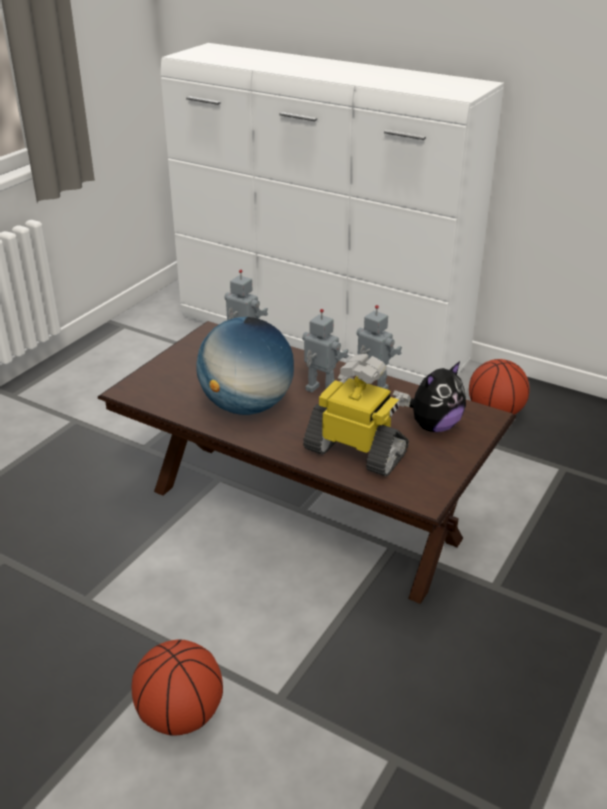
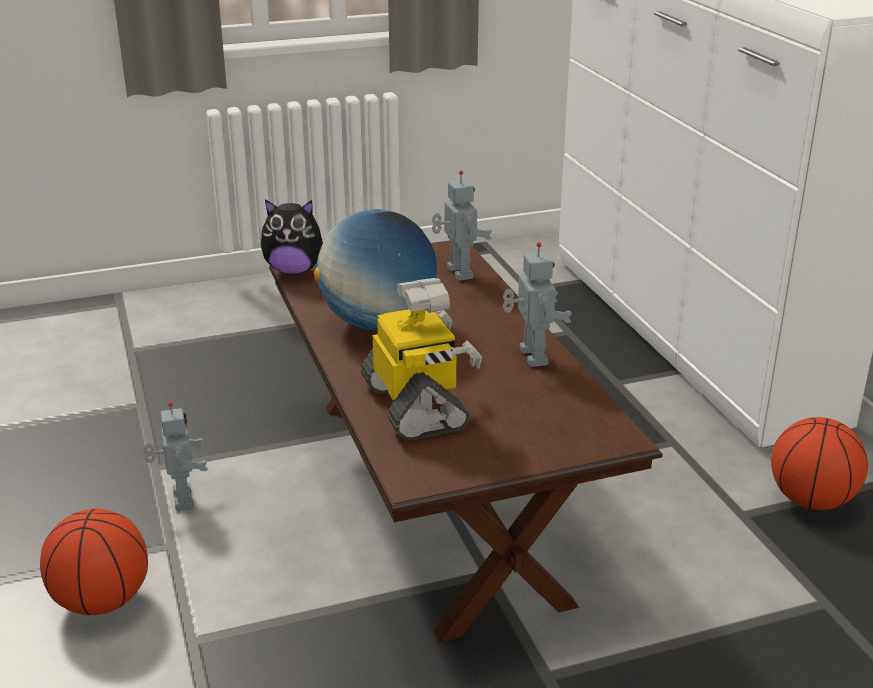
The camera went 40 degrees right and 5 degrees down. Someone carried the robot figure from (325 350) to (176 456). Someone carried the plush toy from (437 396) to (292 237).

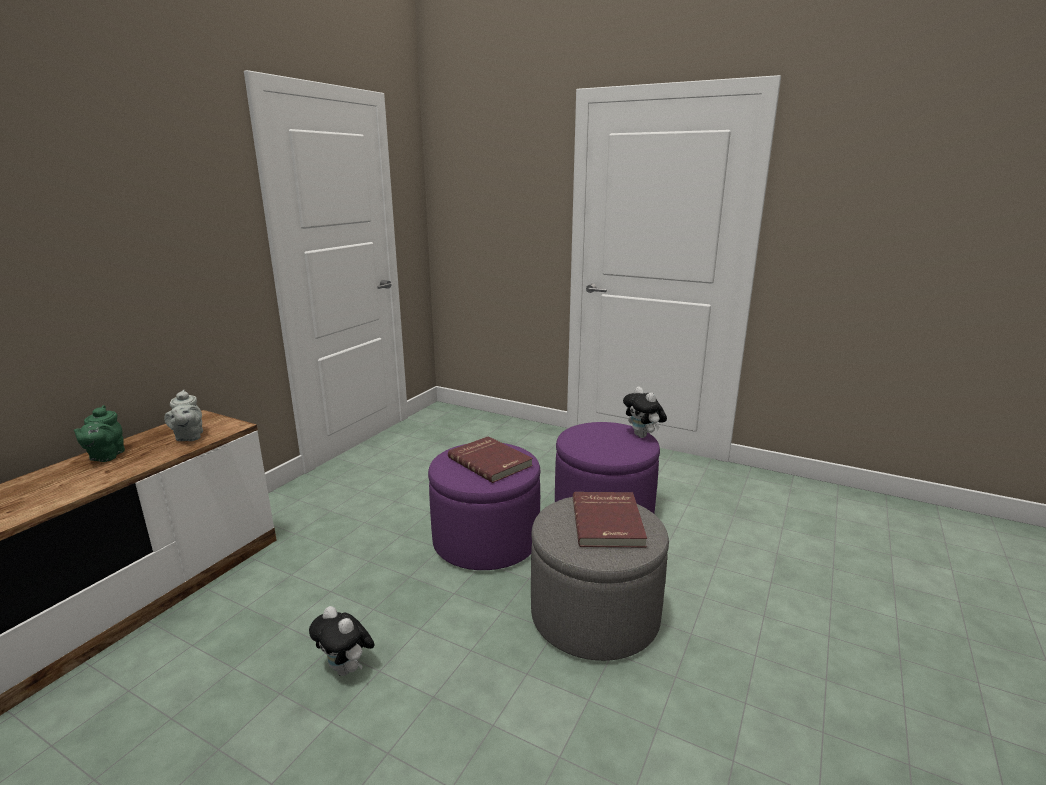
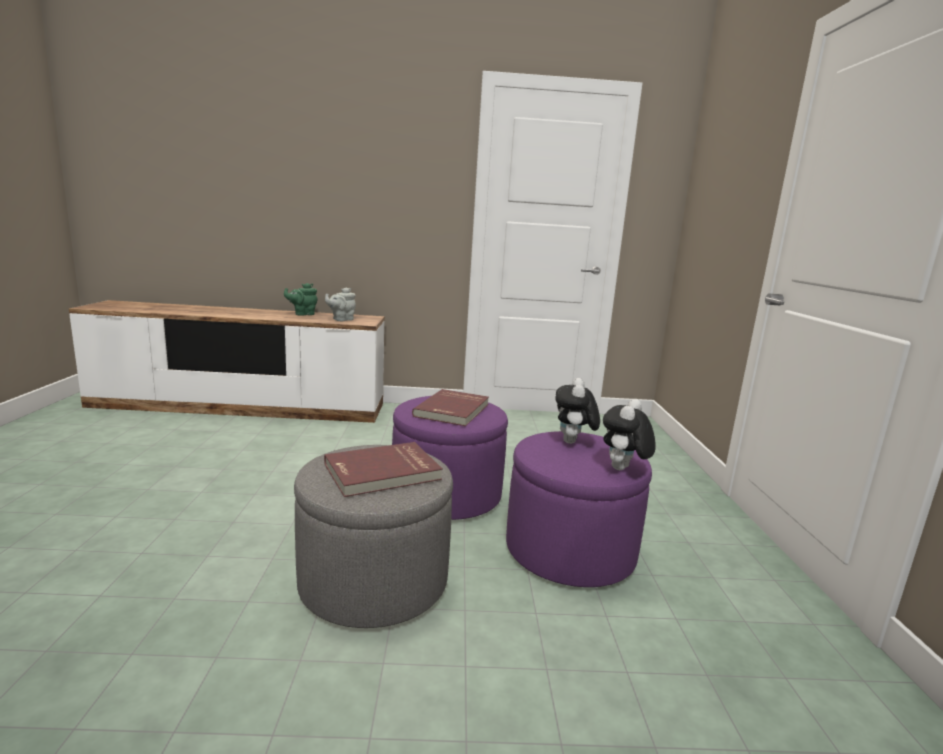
The camera went 60 degrees right and 5 degrees down. Someone carried the plush toy from (342 641) to (578 411).

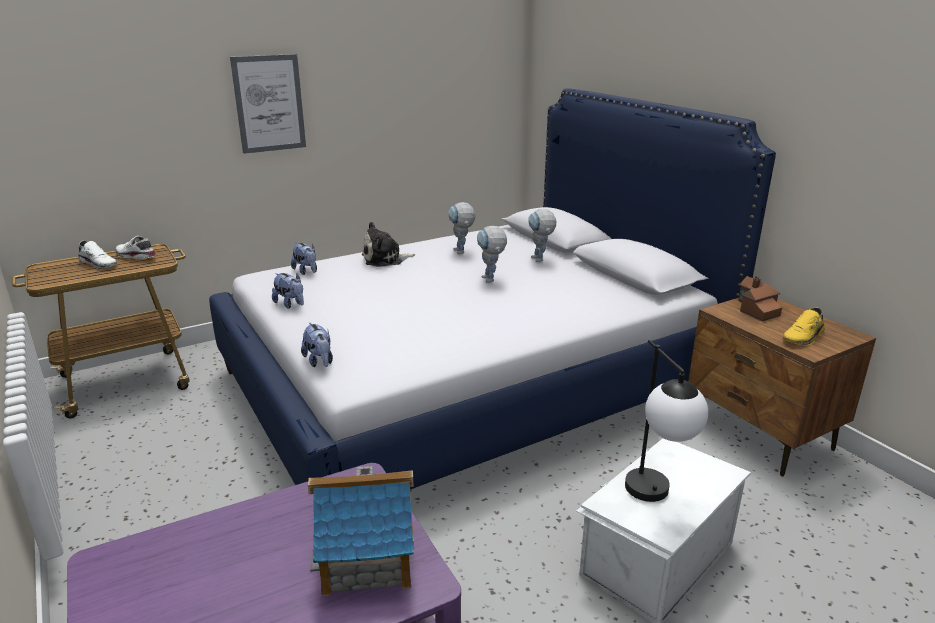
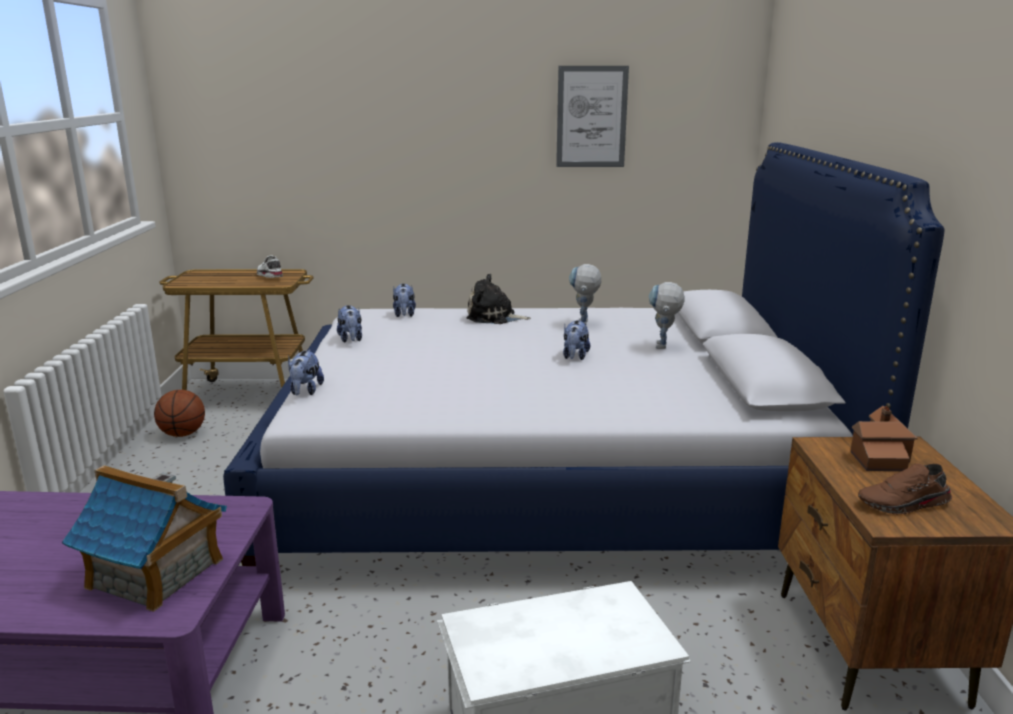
The camera went 30 degrees right and 5 degrees down. Someone put down the basketball at (179 413). Someone carried the picture from (268 104) to (592 116). Someone swapped the robot figure at (492 254) for the plush toy at (576 340). Someone repainted the low shoe/yellow at (804 327), which became the low shoe/brown-coloured at (905 489). Someone took away the low shoe/white-coloured at (97 255). Someone took away the lamp for a table at (666 421).

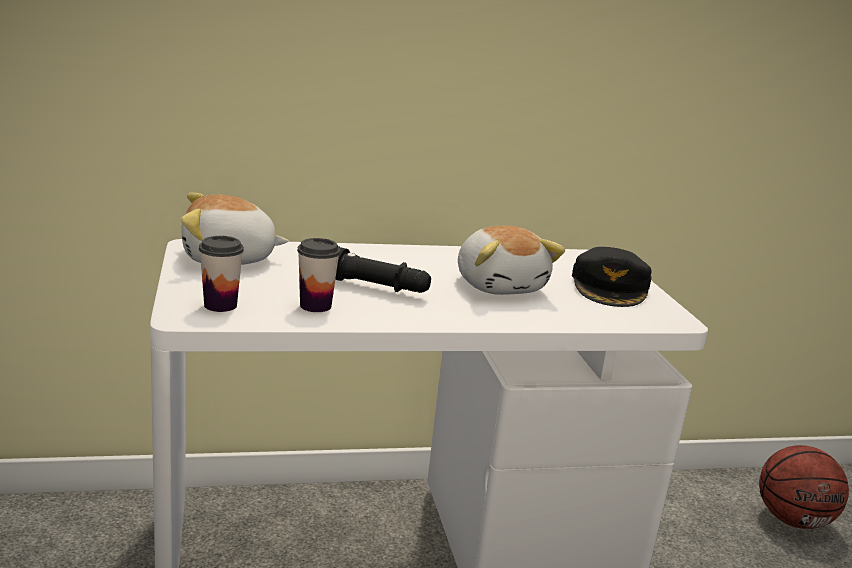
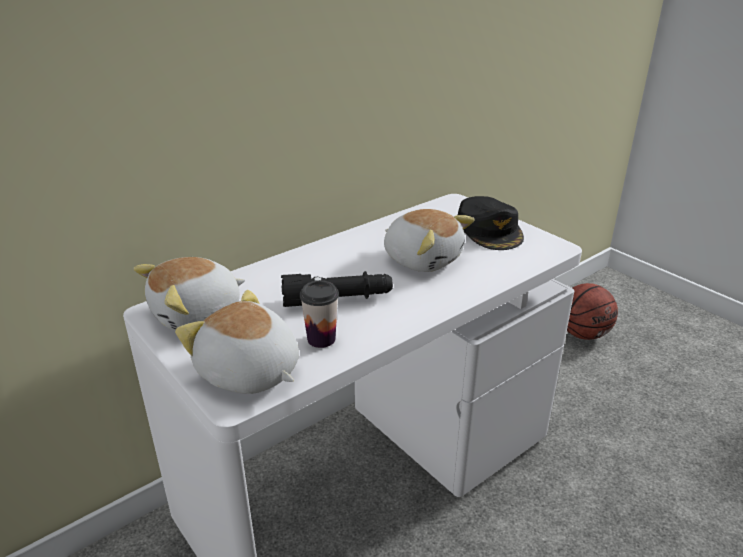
The camera went 25 degrees left and 10 degrees up. Someone swapped the cup at (221 274) for the plush toy at (237 342).

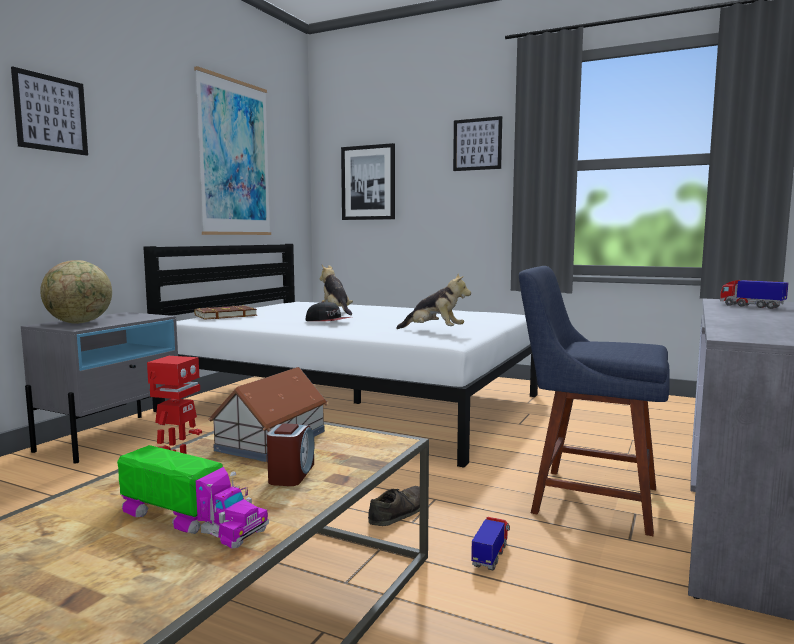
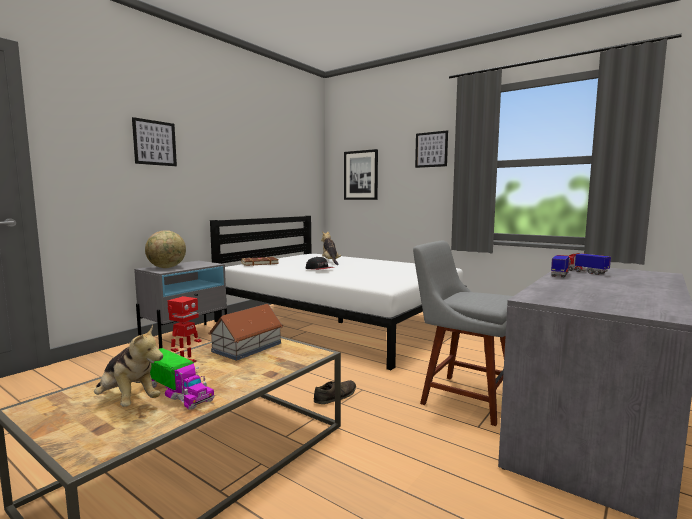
The camera went 10 degrees right and 0 degrees up. Someone carried the plush toy from (433 301) to (128 366). Someone repainted the plain chair/blue at (594 401), which became the plain chair/greyish at (463 333). Someone carried the model truck from (490 544) to (561 266). Someone took away the picture at (232 150). Someone took away the table clock at (290 454).

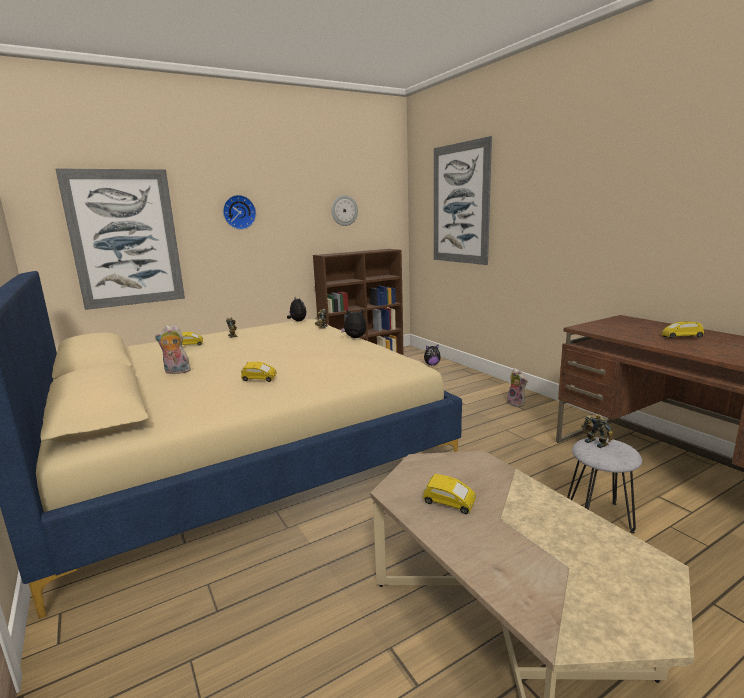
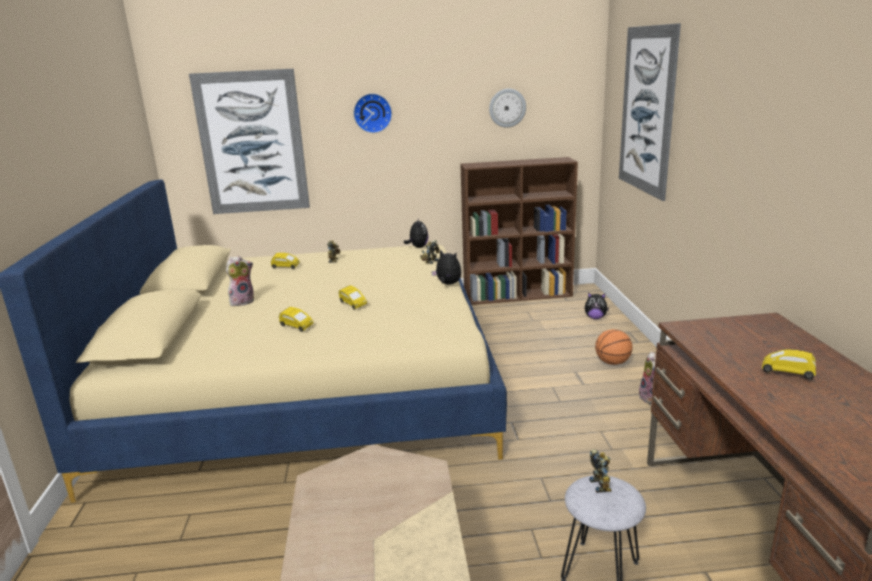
The camera went 25 degrees right and 5 degrees up. Someone rotated the plush toy at (173 349) by 120 degrees clockwise. Someone carried the toy car/yellow from (449 494) to (353 297). Someone put down the basketball at (613 347).

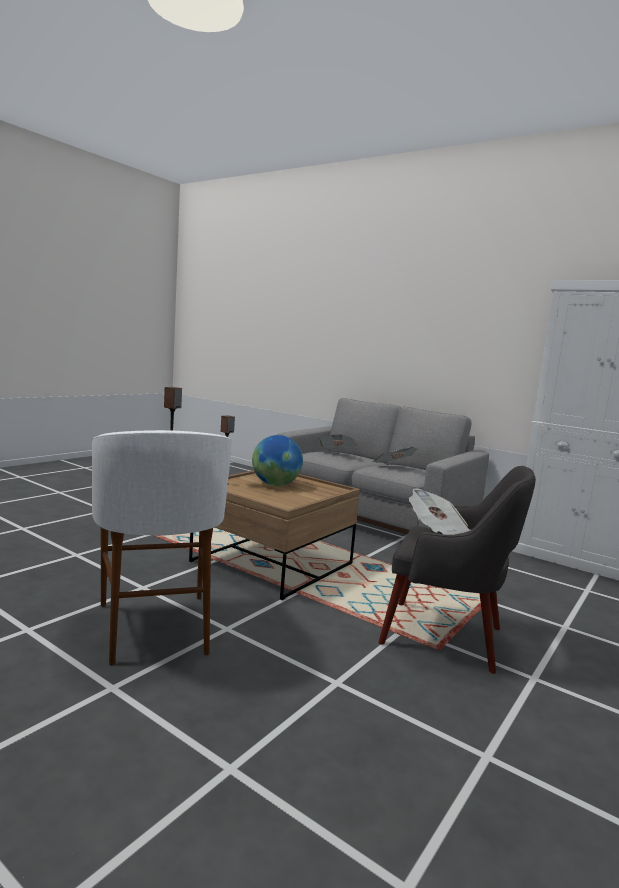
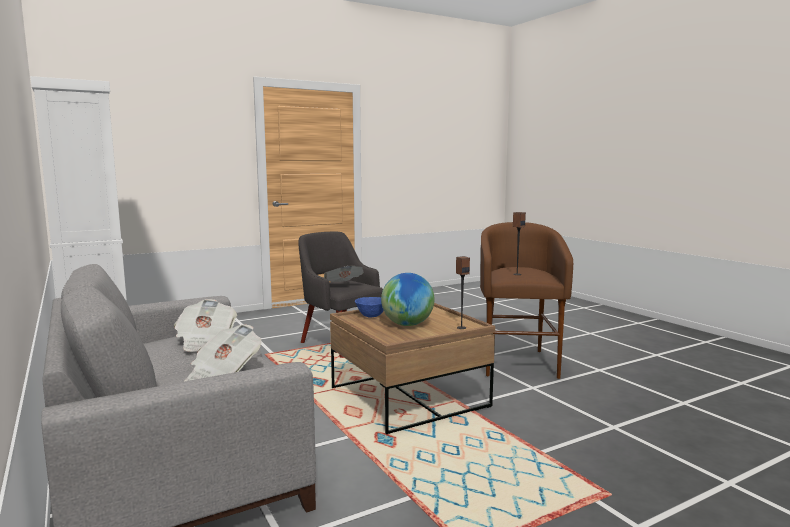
The camera went 155 degrees left and 0 degrees up. Someone put down the serving bowl/blue at (369 307). Someone repainted the sitting stool/white-coloured at (162 548), which became the sitting stool/brown-coloured at (526 300).

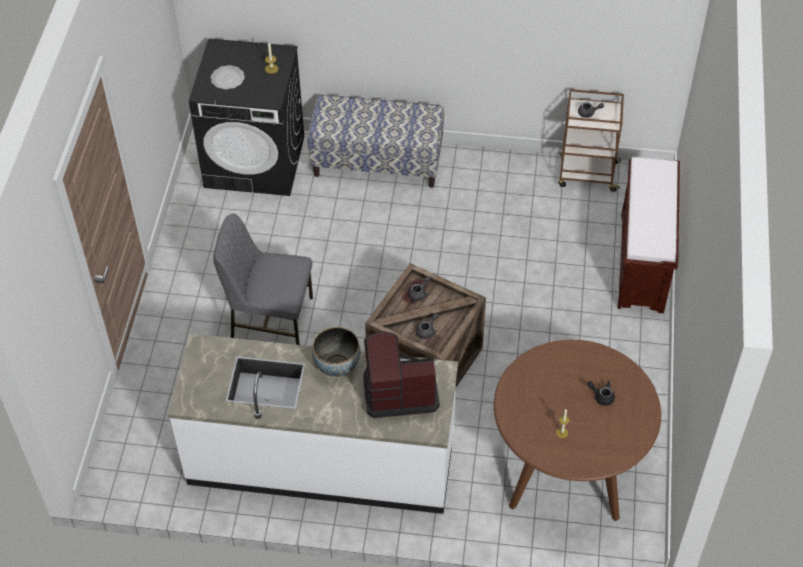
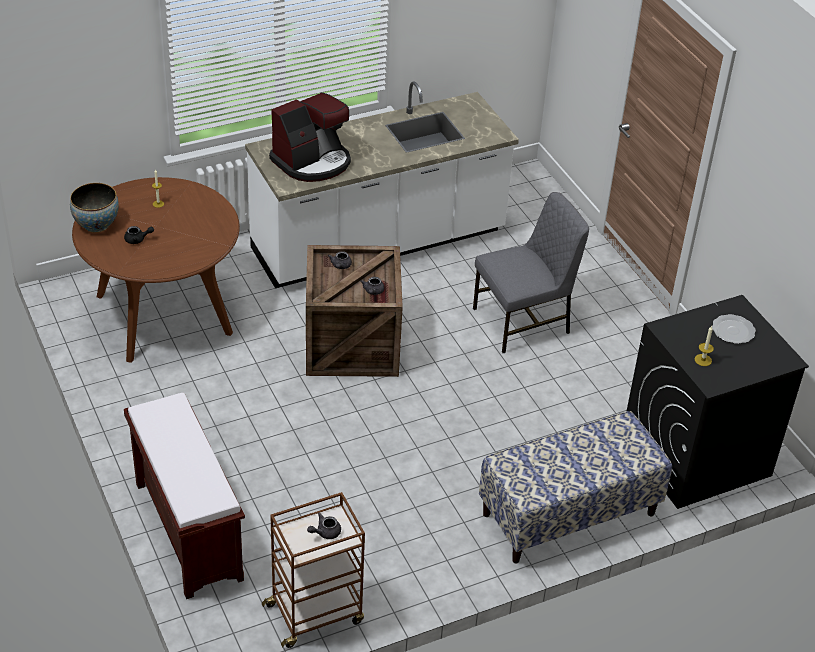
The camera went 145 degrees right and 10 degrees down. Someone carried the serving bowl from (336 352) to (94 208).

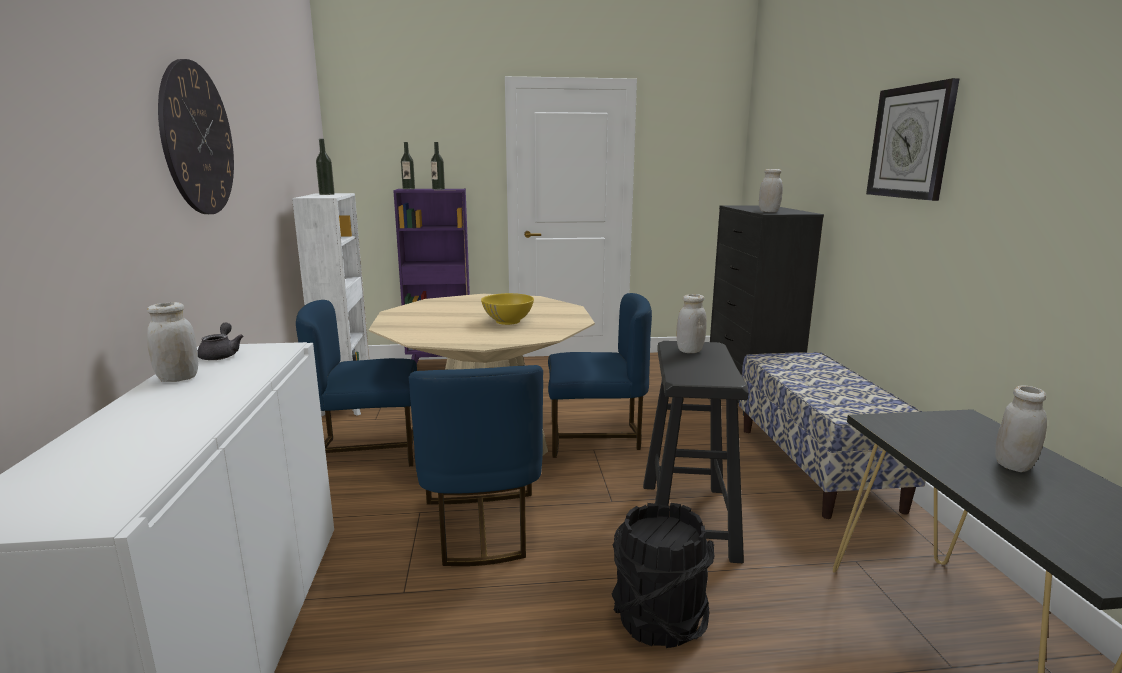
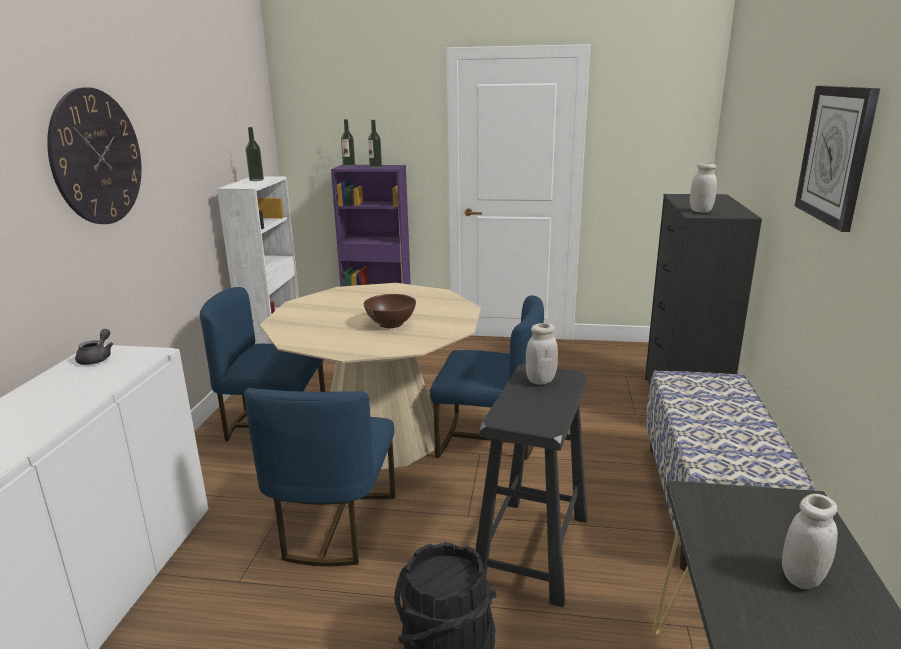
The camera went 15 degrees right and 5 degrees up. Someone repainted the serving bowl/yellow at (507 309), which became the serving bowl/brown-coloured at (390 311). Someone took away the jar/white-coloured at (172 342).

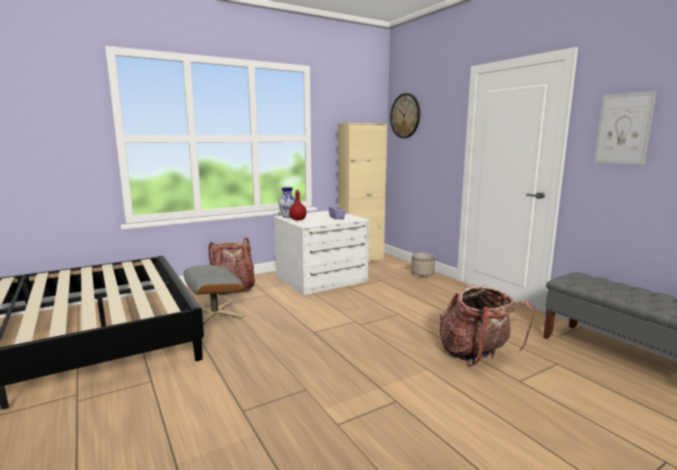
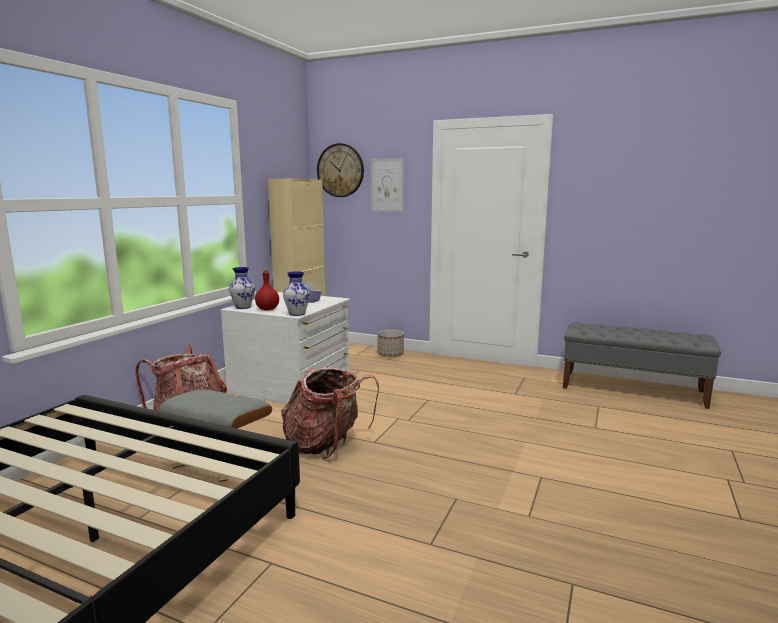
The camera went 35 degrees left and 0 degrees up. Someone carried the knapsack from (487 325) to (330 413). Someone put down the decorative vase at (296 293). Someone carried the picture from (625 127) to (387 184).

